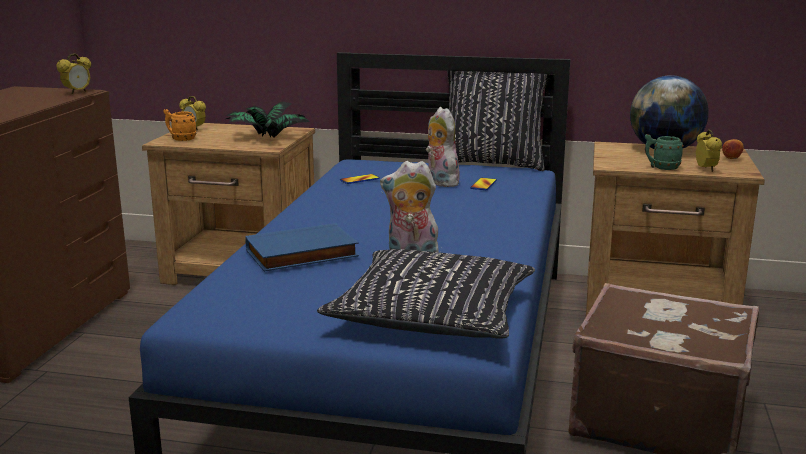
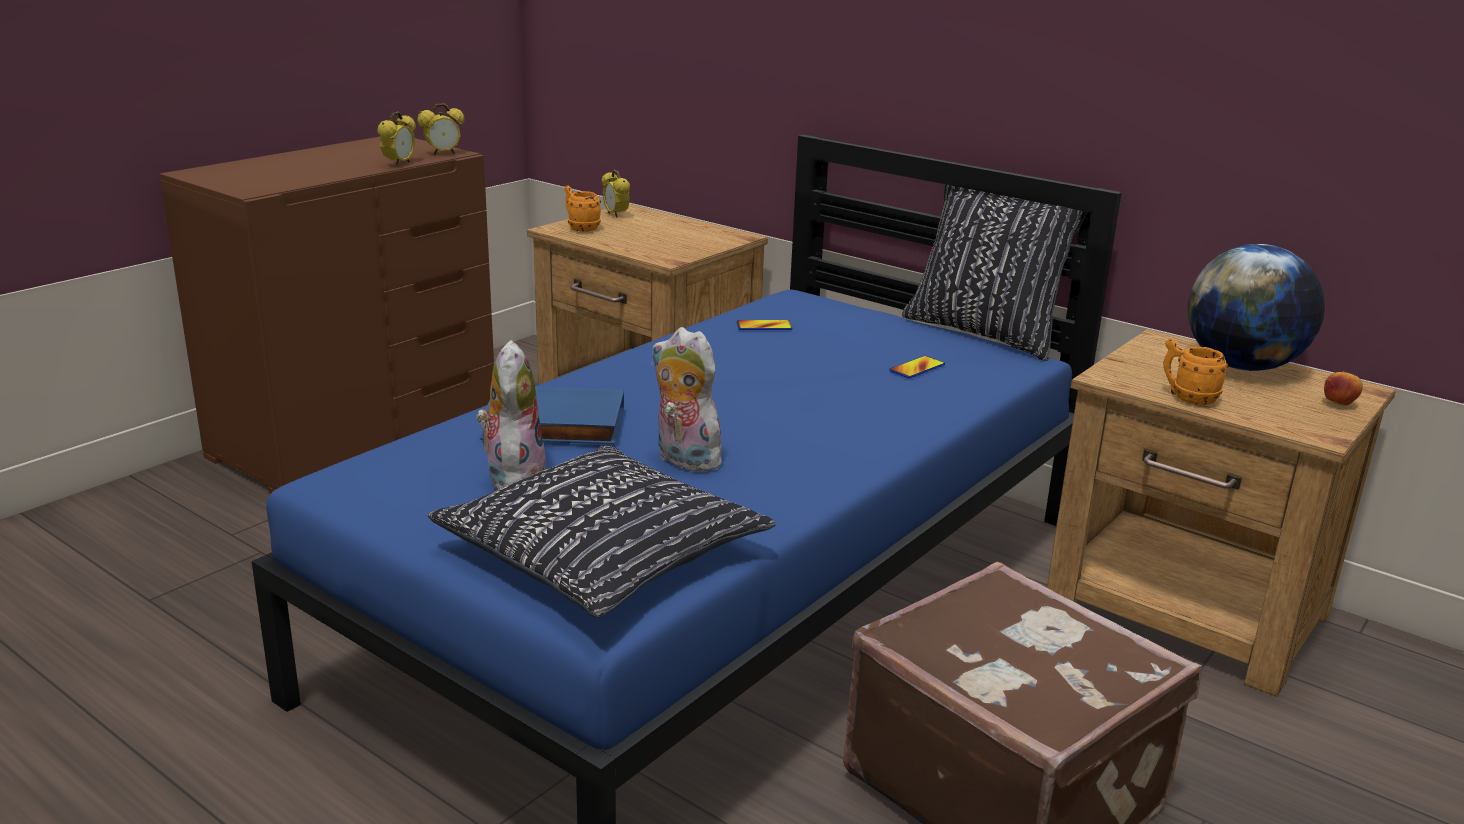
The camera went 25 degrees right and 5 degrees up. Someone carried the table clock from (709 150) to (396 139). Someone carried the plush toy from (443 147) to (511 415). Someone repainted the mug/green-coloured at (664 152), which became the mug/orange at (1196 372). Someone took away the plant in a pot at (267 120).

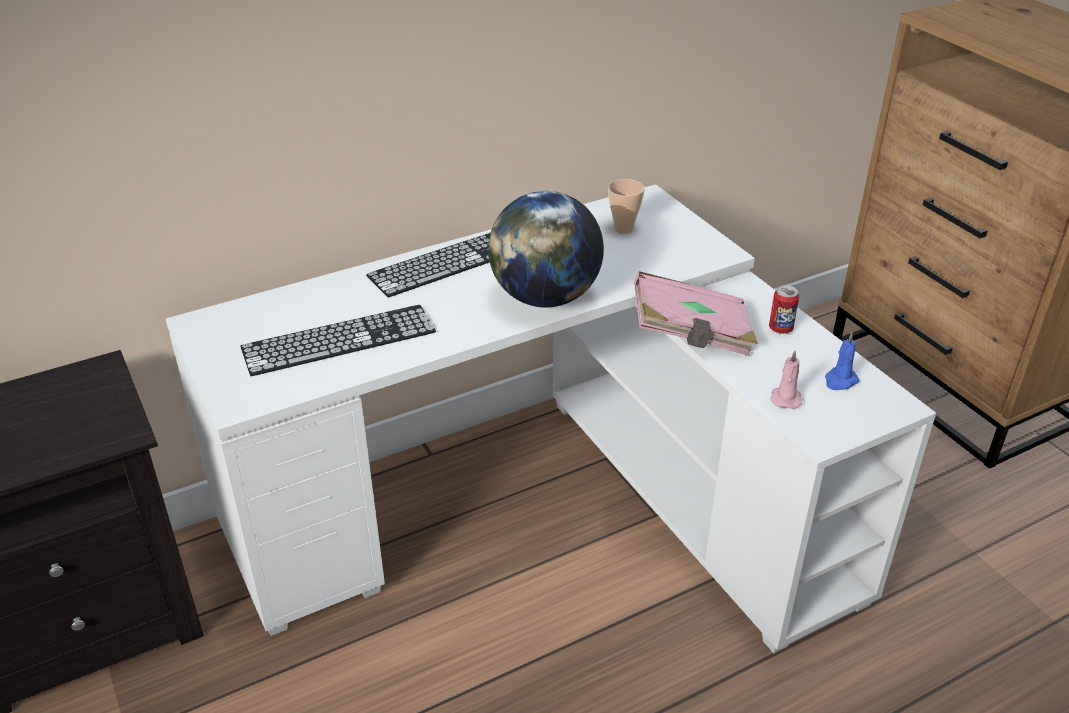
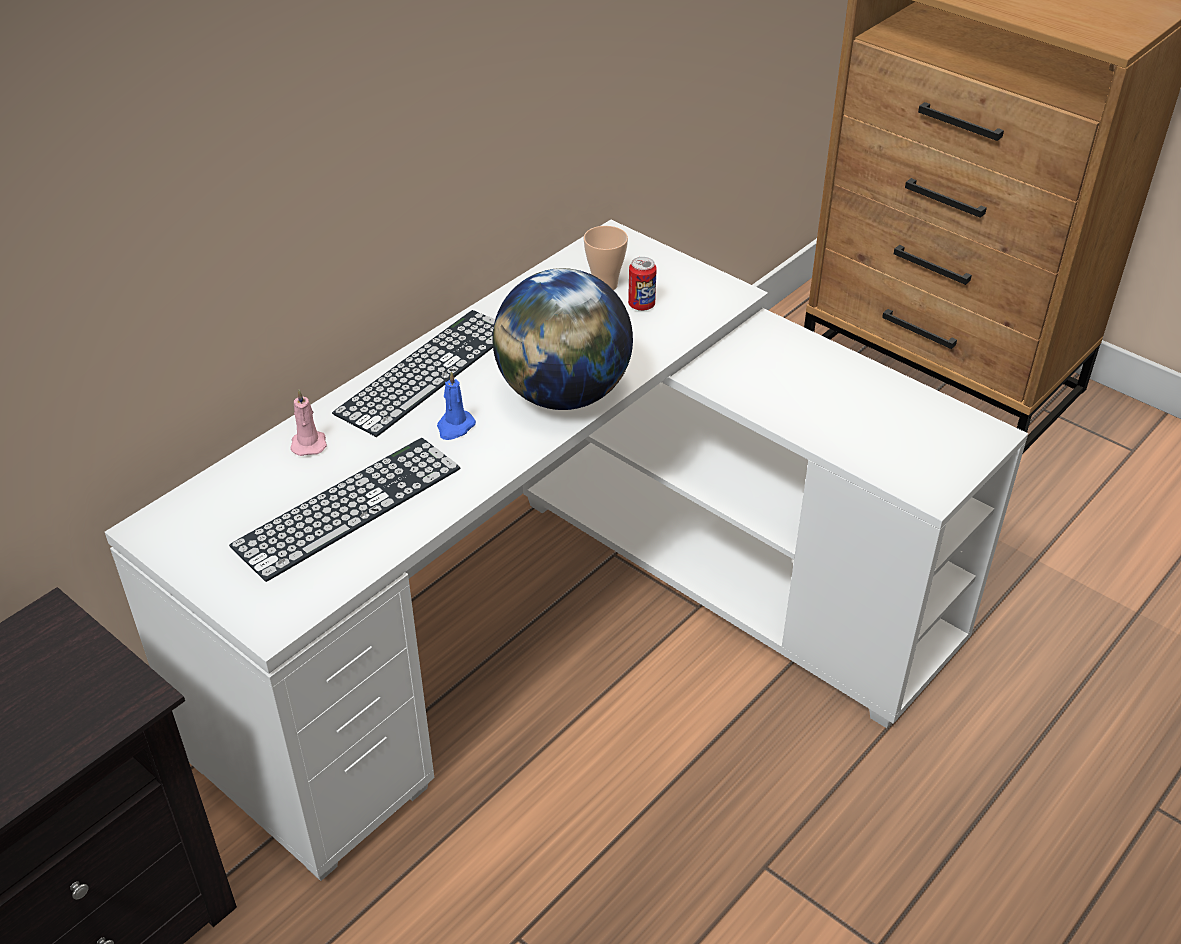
The camera went 20 degrees left and 5 degrees up. Someone carried the wax candle/pinkish from (786 379) to (308 423). Someone carried the wax candle/blue from (842 361) to (456 405). Someone carried the can from (784 309) to (642 284). Someone took away the book/pinkish at (696 313).

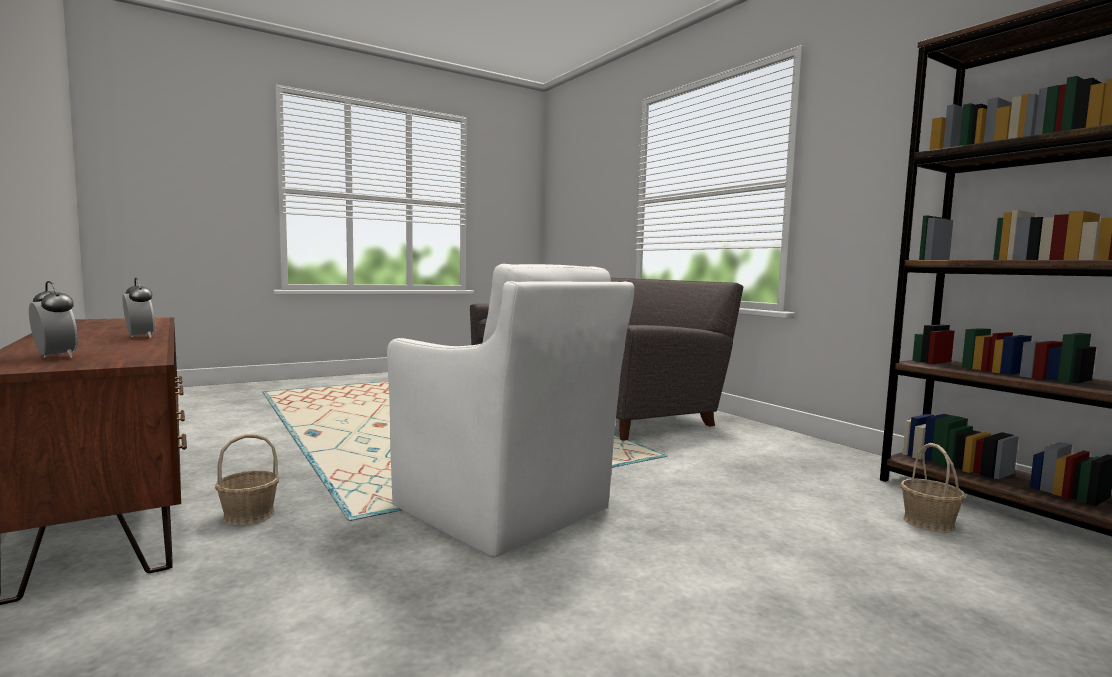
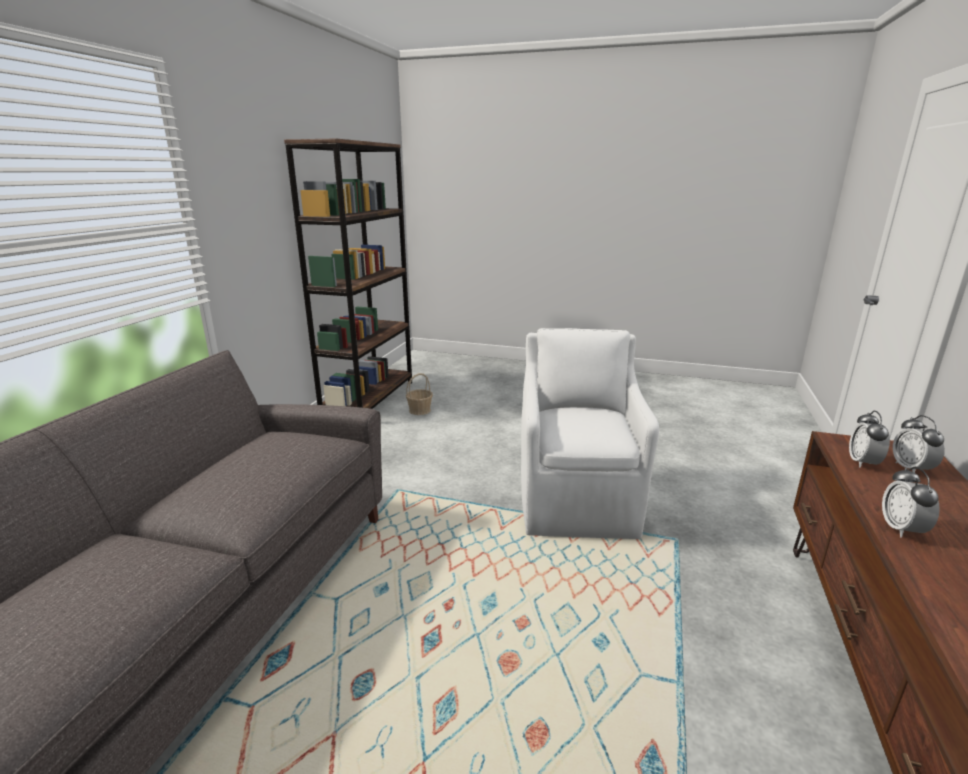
The camera went 130 degrees left and 15 degrees up. Someone put down the table clock at (869 439). Someone took away the household basket at (247 480).

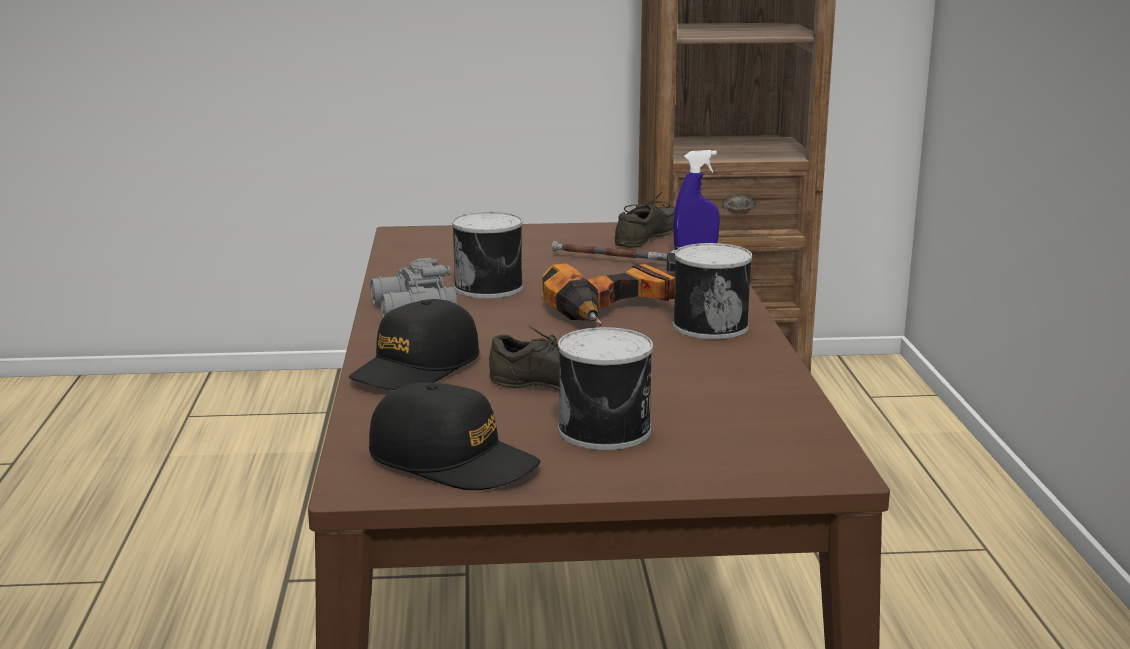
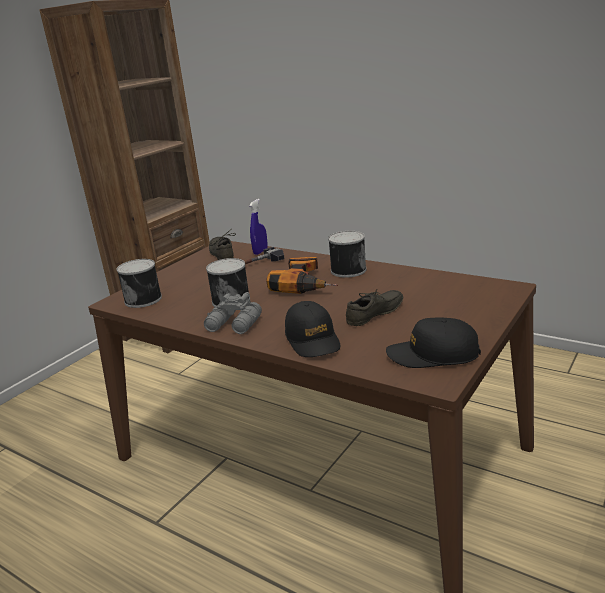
The camera went 50 degrees left and 5 degrees up. Someone carried the can from (605 388) to (139 283). Someone rotated the cap/black at (454 436) by 150 degrees counterclockwise.

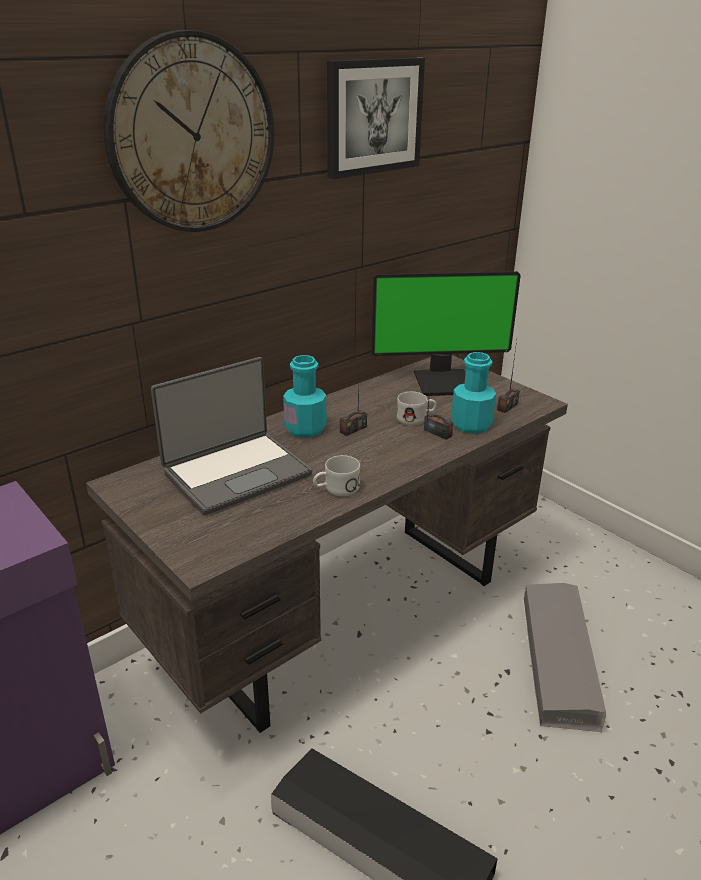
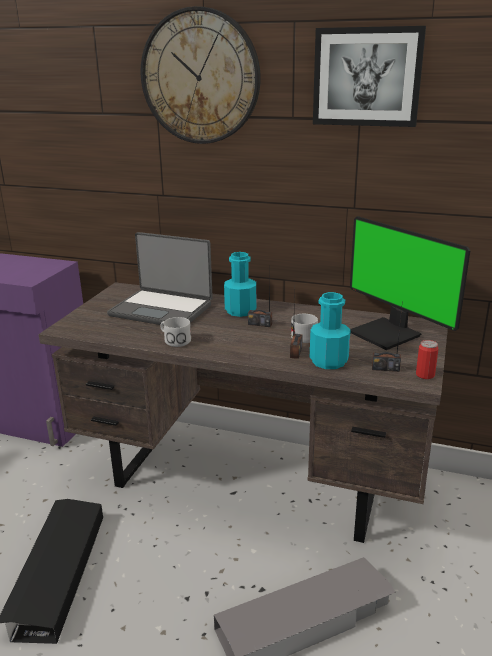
The camera went 60 degrees right and 5 degrees down. Someone put down the can at (427 359).

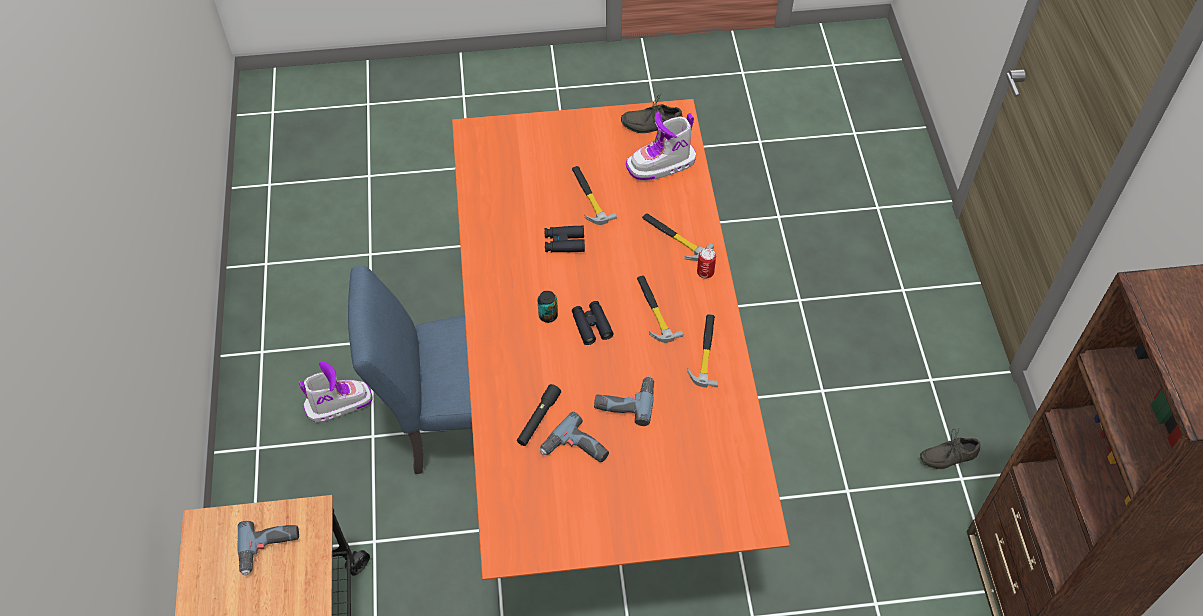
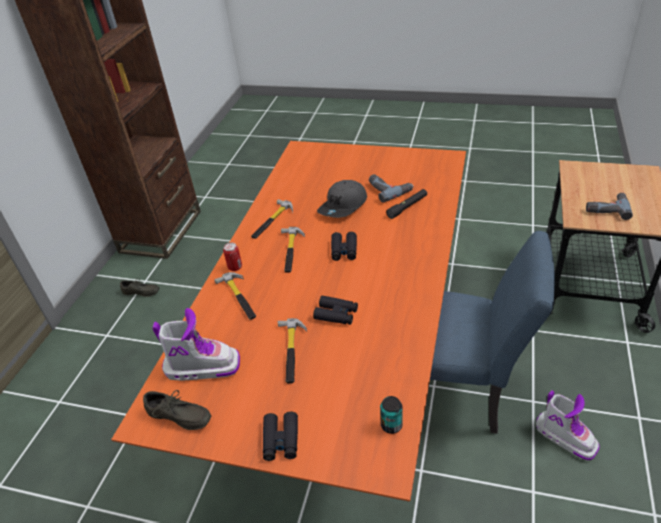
The camera went 155 degrees left and 15 degrees down. Someone put down the binoculars/black at (280 436). Someone swapped the drill at (624 401) for the cap/greyish at (342 199). Someone carried the can from (548 307) to (391 415). Someone rotated the boot at (336 392) by 135 degrees counterclockwise.

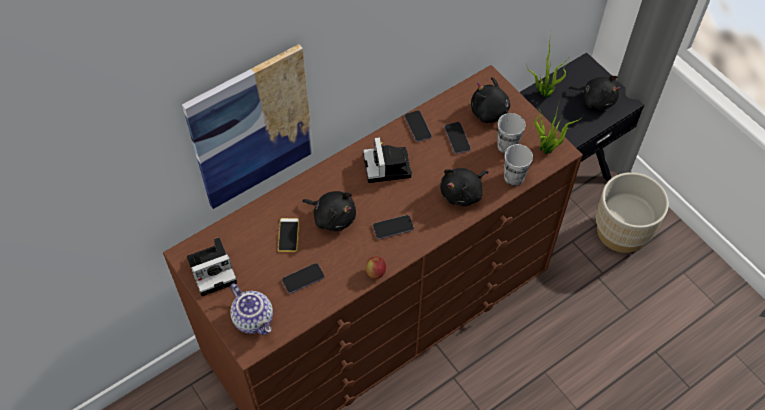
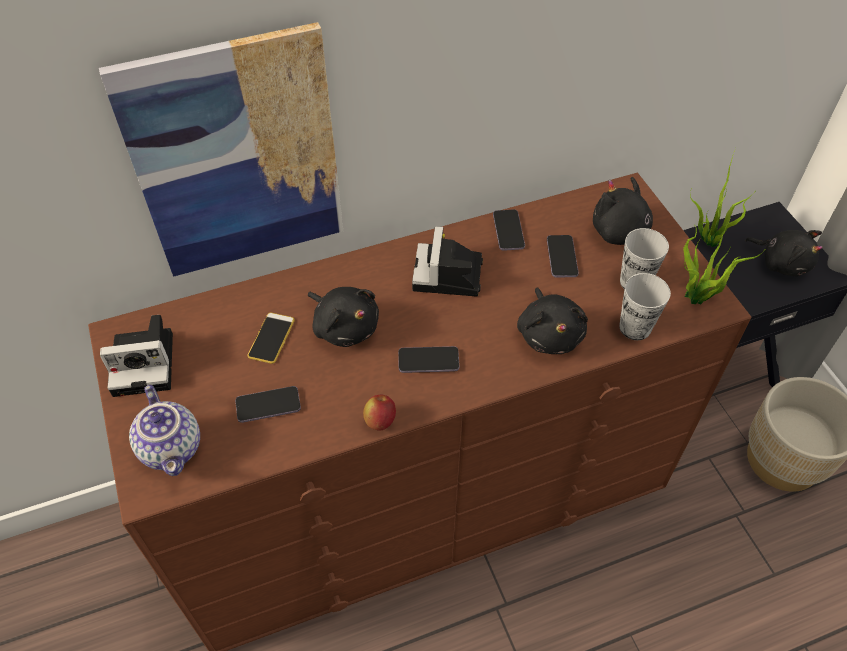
The camera went 15 degrees right and 5 degrees down. Someone rotated the plush toy/black at (464 187) by 75 degrees counterclockwise.

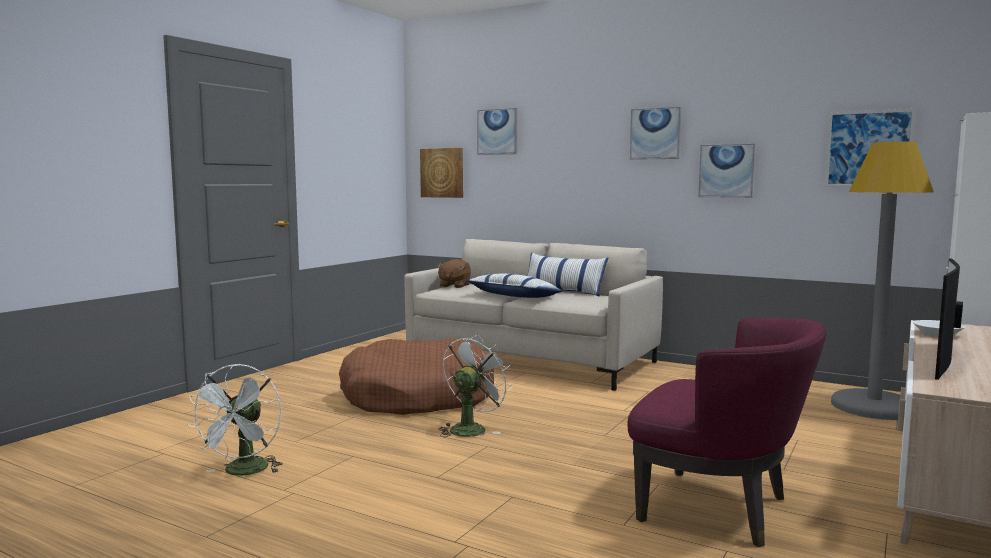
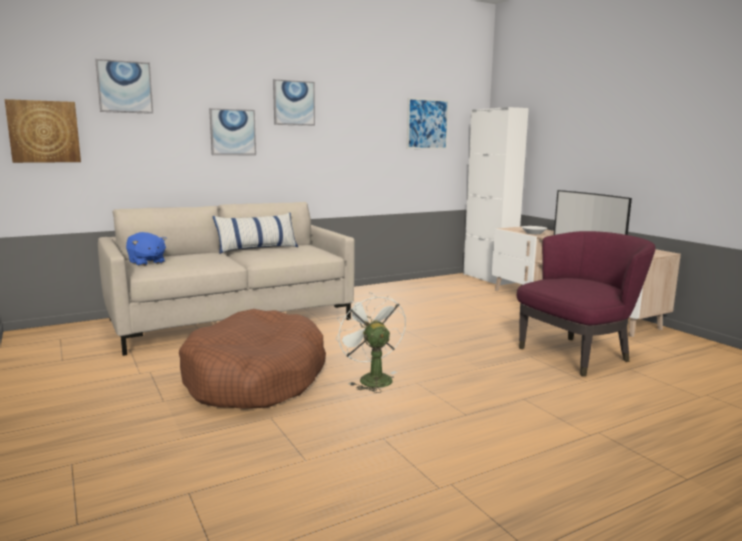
The camera went 60 degrees left and 5 degrees up. Someone repainted the plush toy/brown-coloured at (454 273), which became the plush toy/blue at (146 249). Someone carried the picture from (727 171) to (232 131). Someone took away the fan/white-coloured at (235 420). Someone took away the pillow at (514 286). Someone took away the floor lamp/greyish at (882 280).

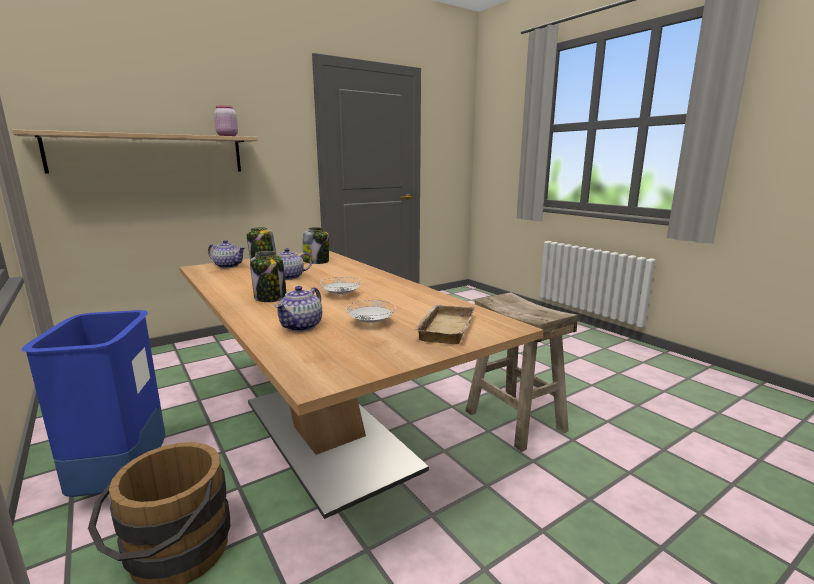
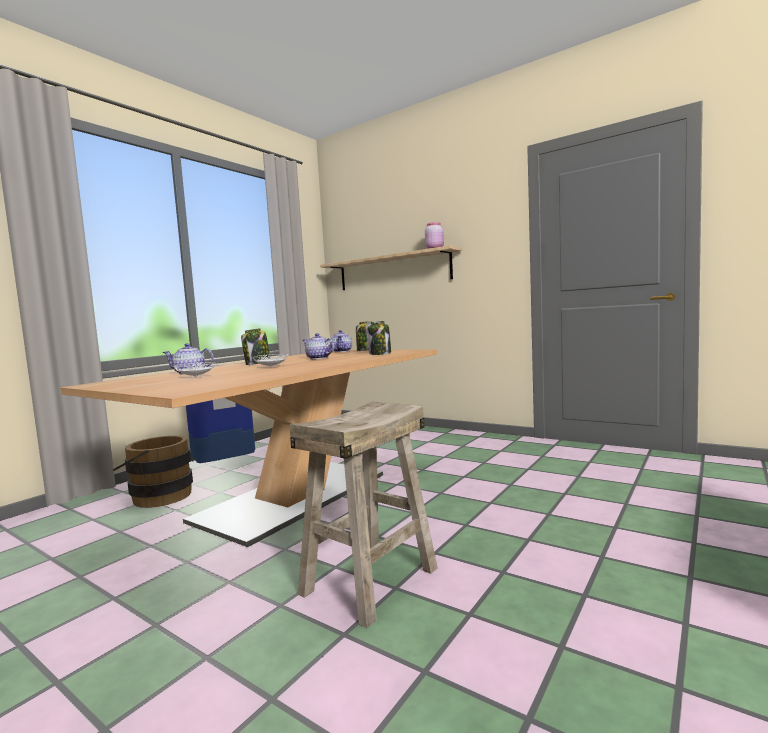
The camera went 70 degrees right and 10 degrees down. Someone took away the serving tray/sand-coloured at (444 324).

